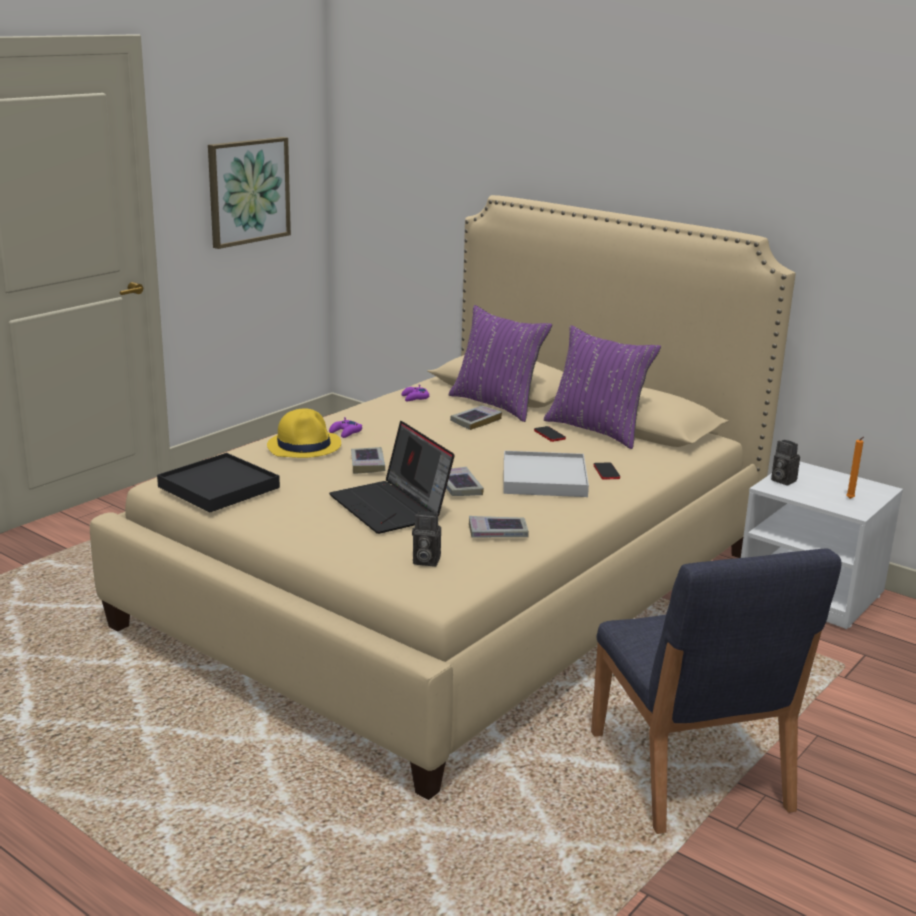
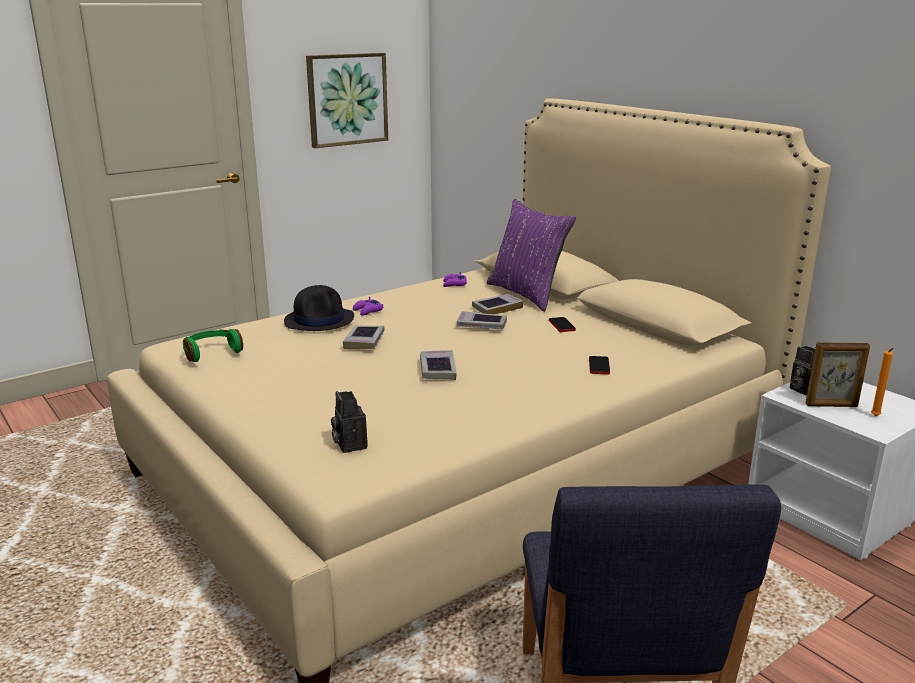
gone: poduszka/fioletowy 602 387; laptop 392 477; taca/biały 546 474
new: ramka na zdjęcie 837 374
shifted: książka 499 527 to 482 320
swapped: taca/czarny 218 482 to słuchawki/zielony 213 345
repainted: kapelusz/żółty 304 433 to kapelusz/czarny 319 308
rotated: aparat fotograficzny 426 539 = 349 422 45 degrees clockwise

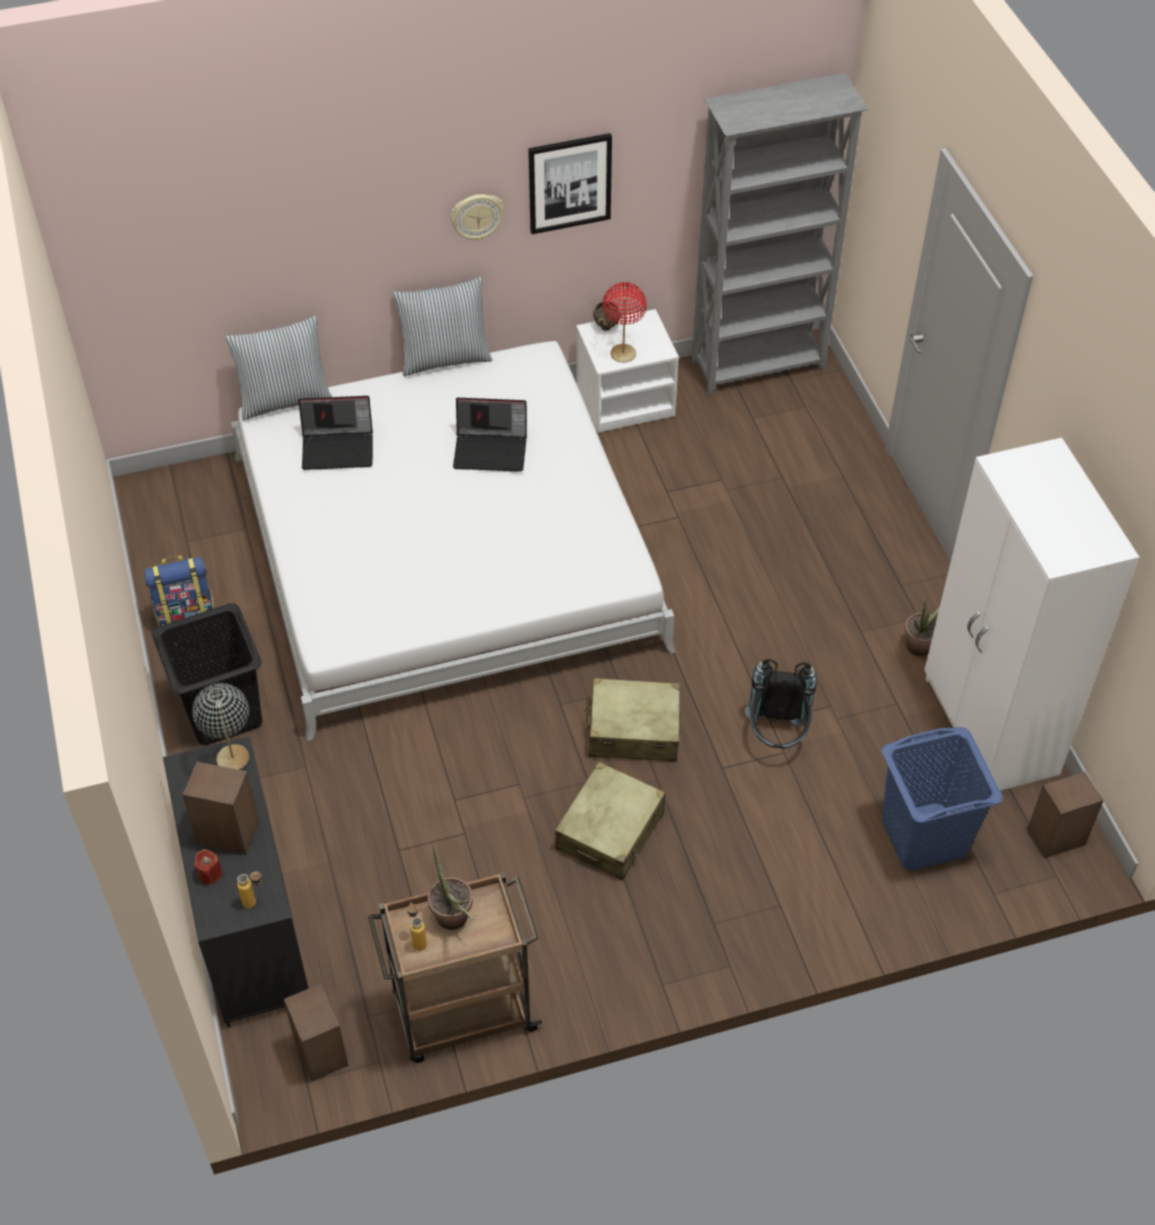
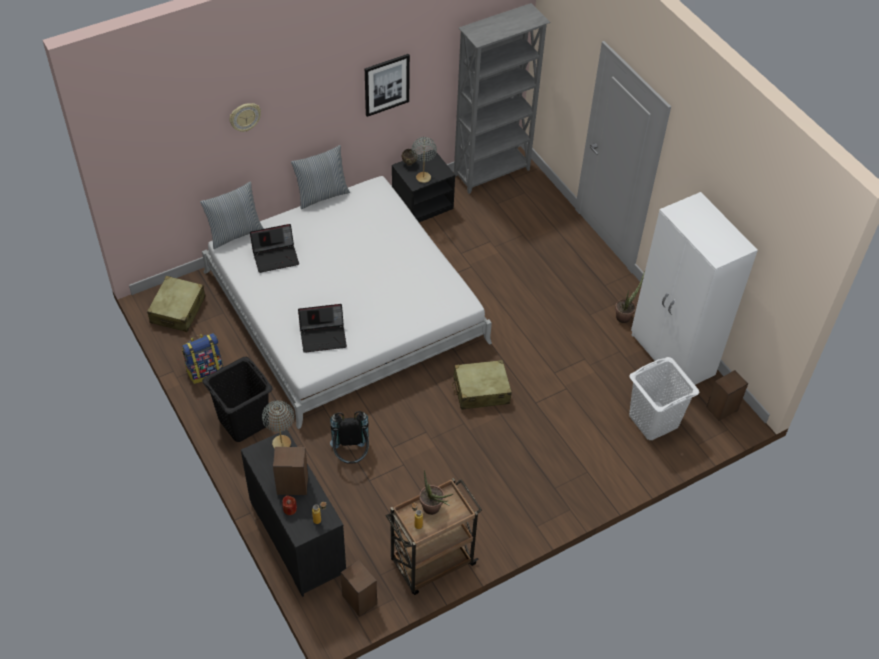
shifted: zegar ścienny 477 217 to 245 117; laptop 490 435 to 322 328; plecak/czarny 781 703 to 349 437; walizka/beżowy 610 821 to 176 304
repainted: lampa stołowa/czerwony 625 322 to lampa stołowa/szary 424 160; szafka nocna/biały 627 371 to szafka nocna/czarny 423 185; kosz na pranie/niebieski 942 799 to kosz na pranie/biały 664 398

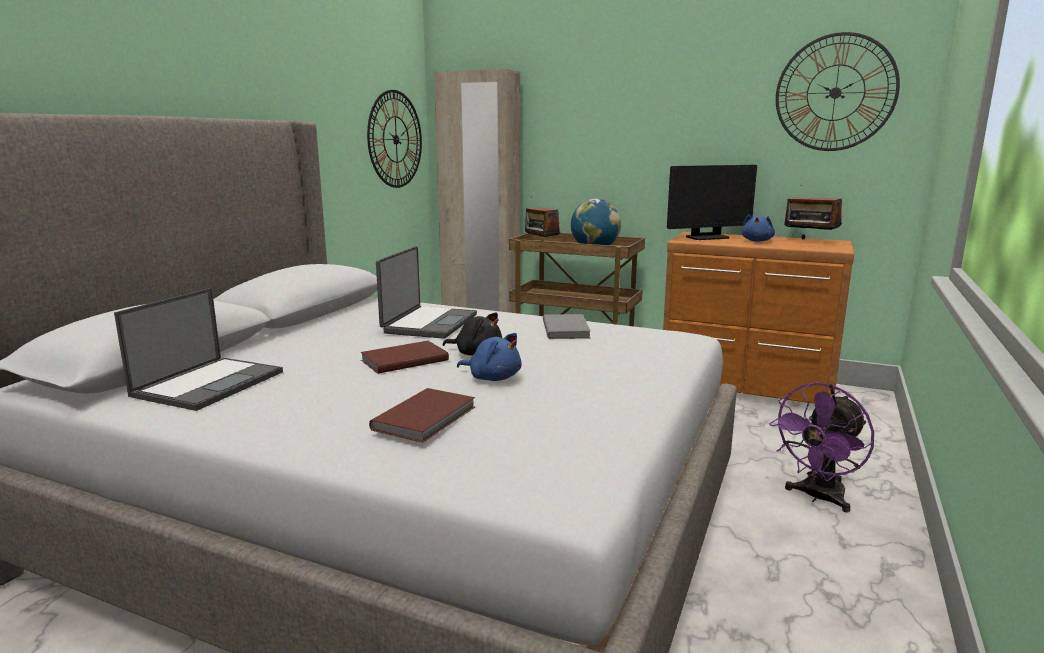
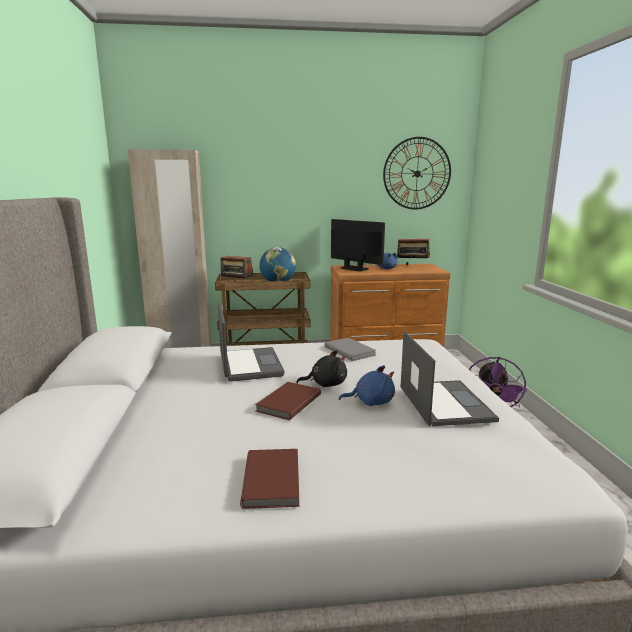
gone: zegar ścienny 394 139
shifted: laptop 198 349 to 450 379; książka/brązowy 422 415 to 269 479
rotated: monitor 712 202 = 358 245 90 degrees counterclockwise

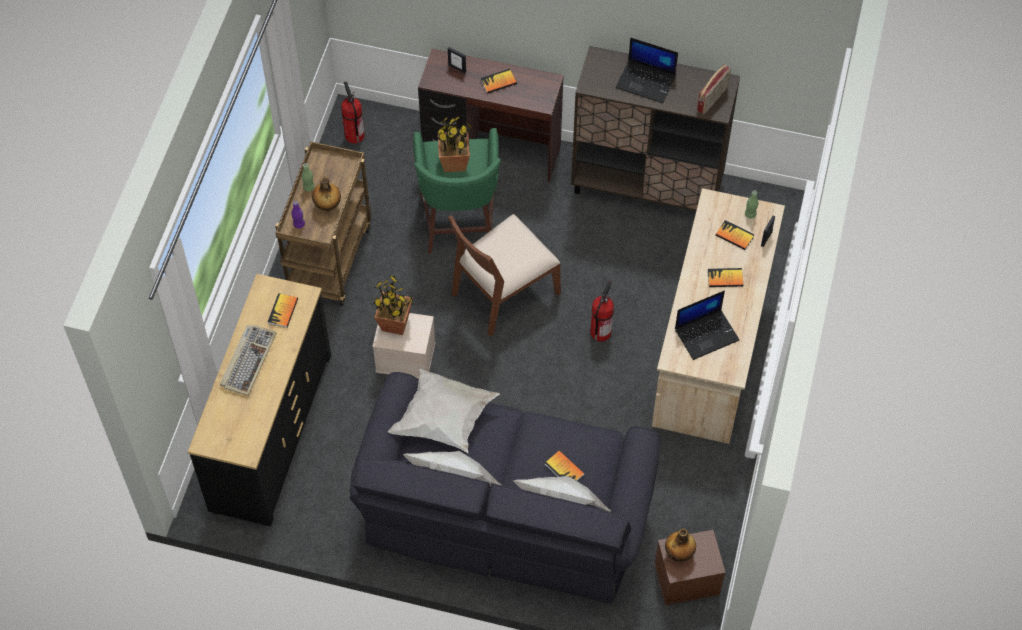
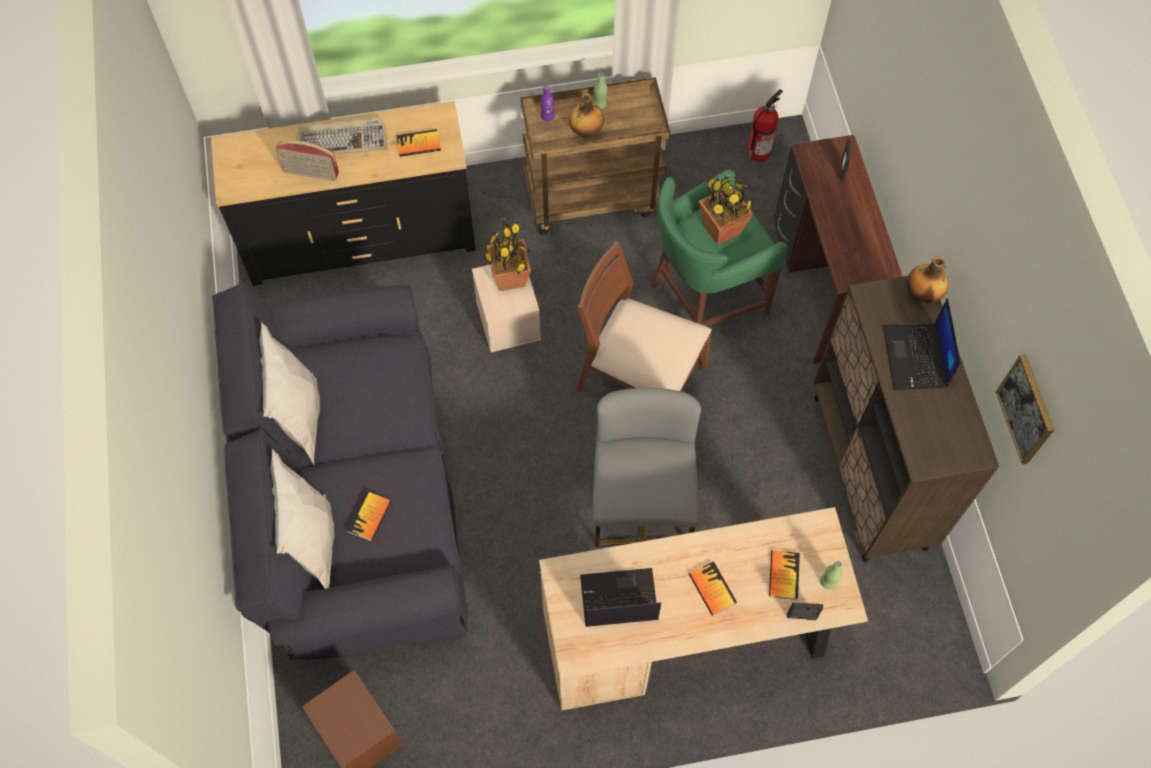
gone: książka 498 81; poduszka/biały 444 411
new: obraz 1025 409
shifted: radio 714 89 to 307 161; butelka 680 545 to 928 280
swapped: gaśnica 602 311 to krzesło/szary 647 467
rotated: laptop 707 325 = 620 597 135 degrees clockwise

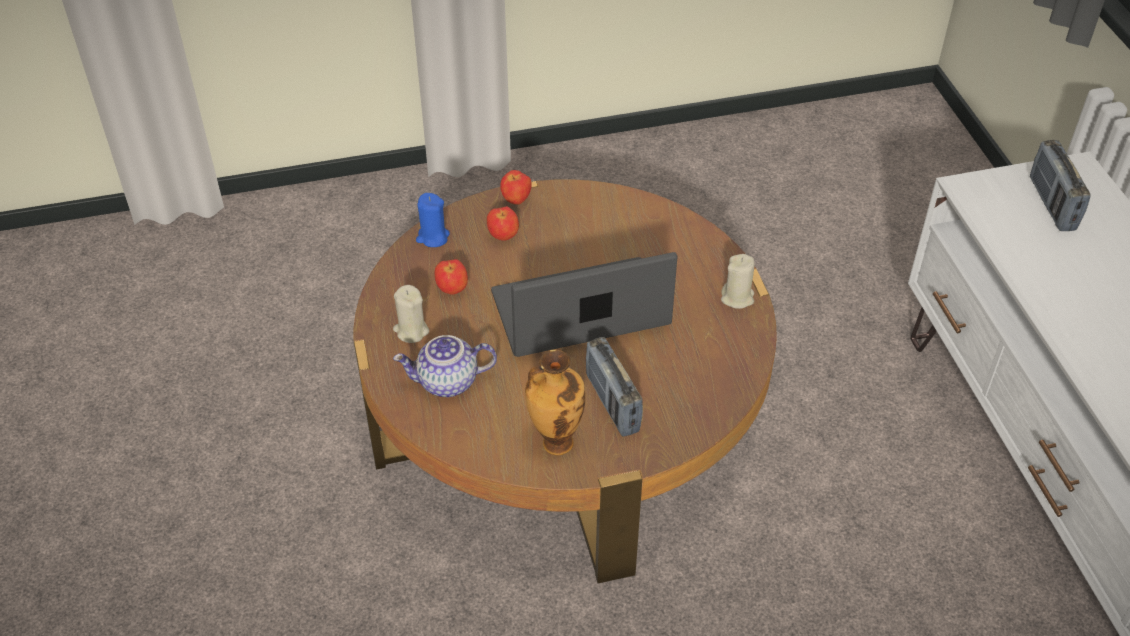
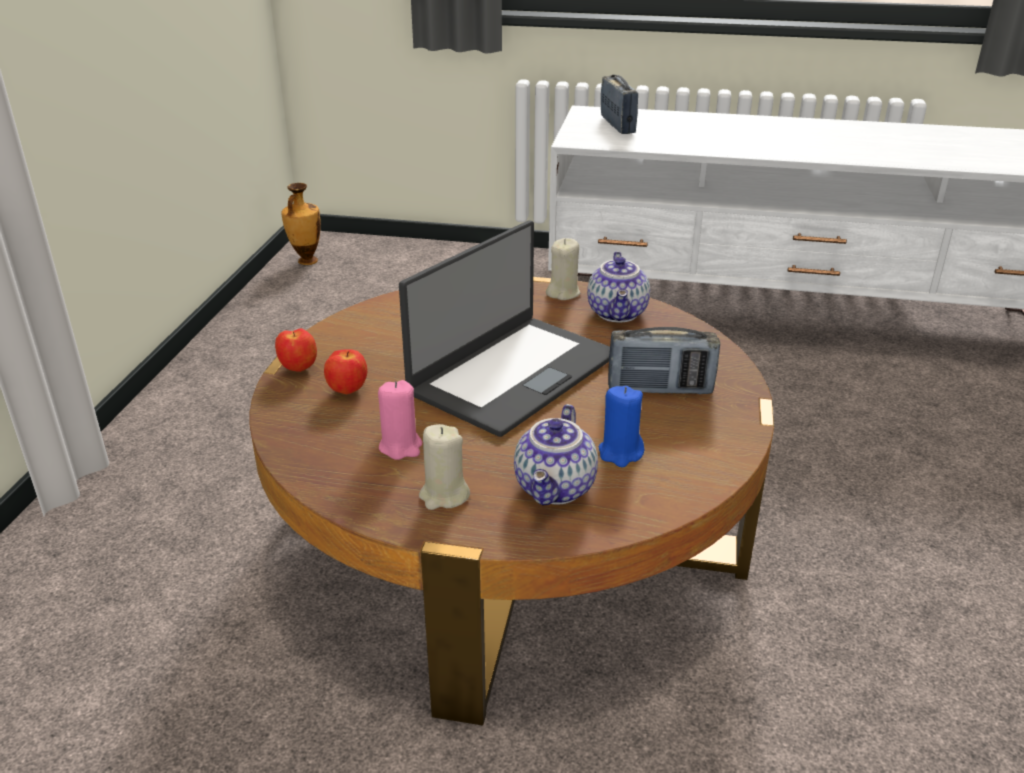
new: imbryk 618 286
shifted: świeca/niebieski 433 220 to 621 426; wazon 555 402 to 301 224
swapped: jabłko 451 277 to świeca/różowy 400 420
rotated: radio 1060 185 = 619 104 120 degrees counterclockwise; laptop 584 304 = 504 329 150 degrees counterclockwise

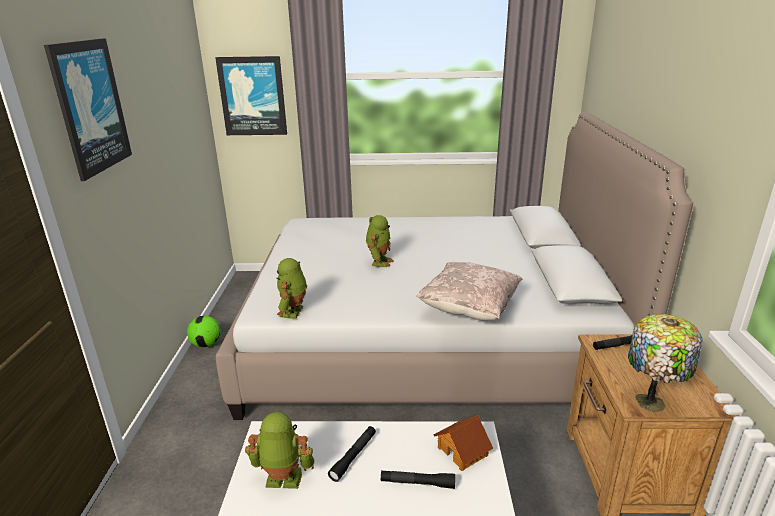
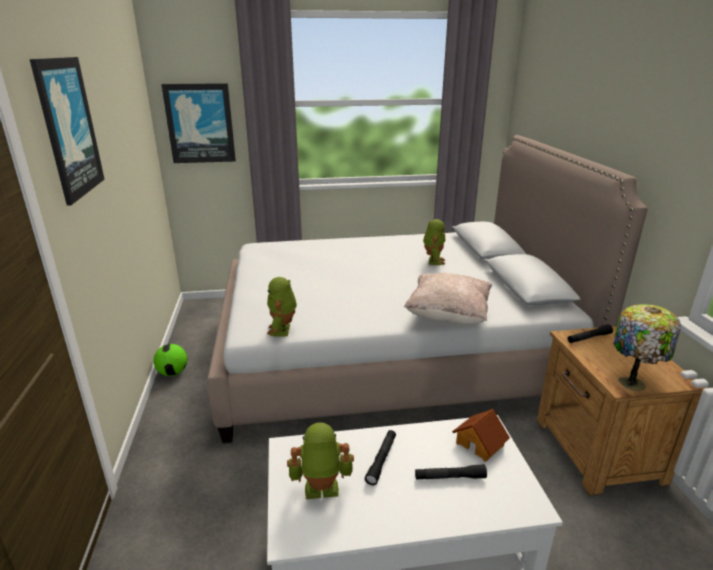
shifted: robot zabawkowy 380 241 to 434 242

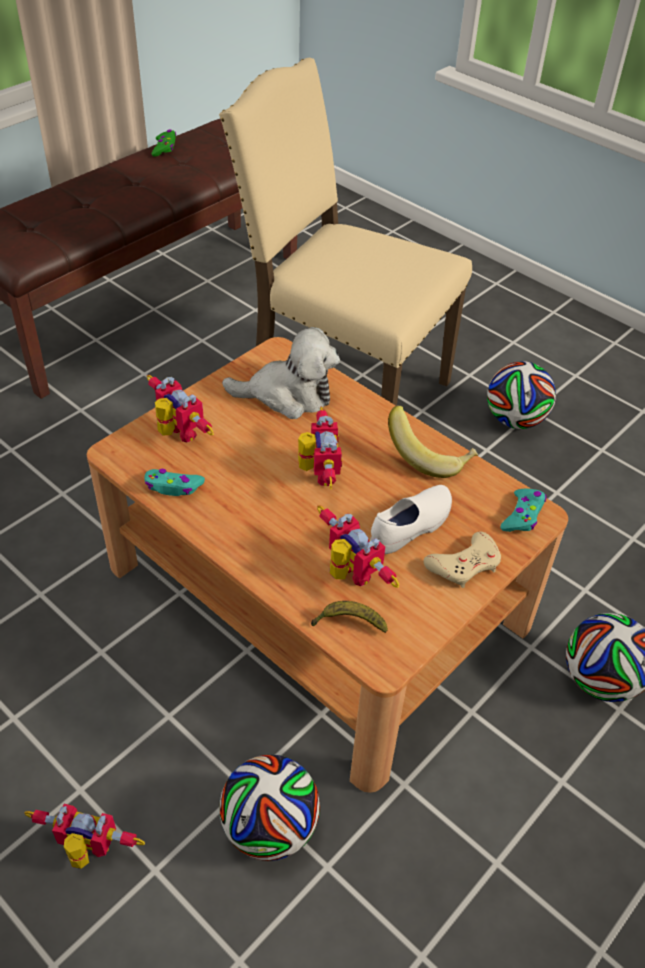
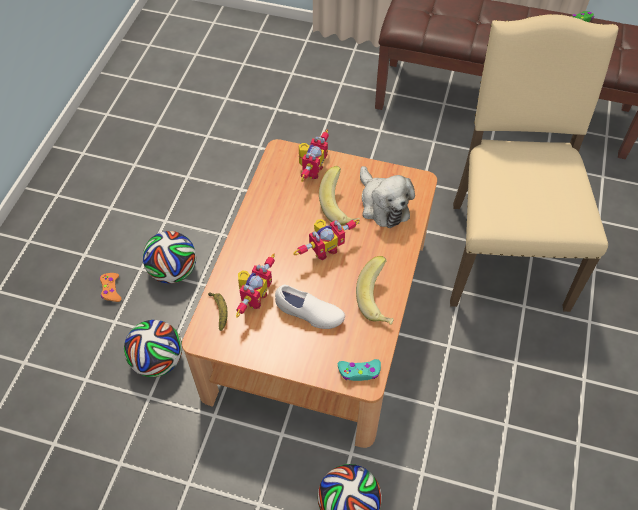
gone: pad do gier/turkusowy 175 482; pad do gier/beżowy 462 559
new: banan 339 195
shifted: piłka futbolowa 521 395 to 169 257
swapped: robot zabawkowy 84 836 to pad do gier/pomarańczowy 110 287

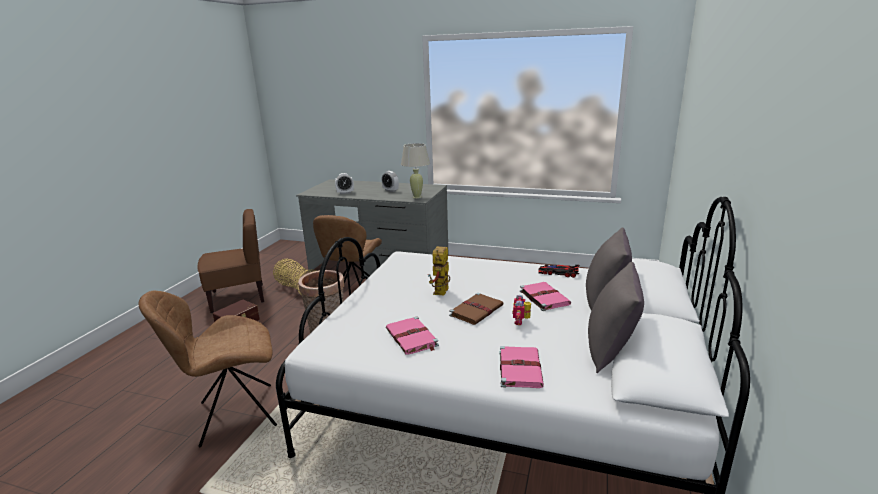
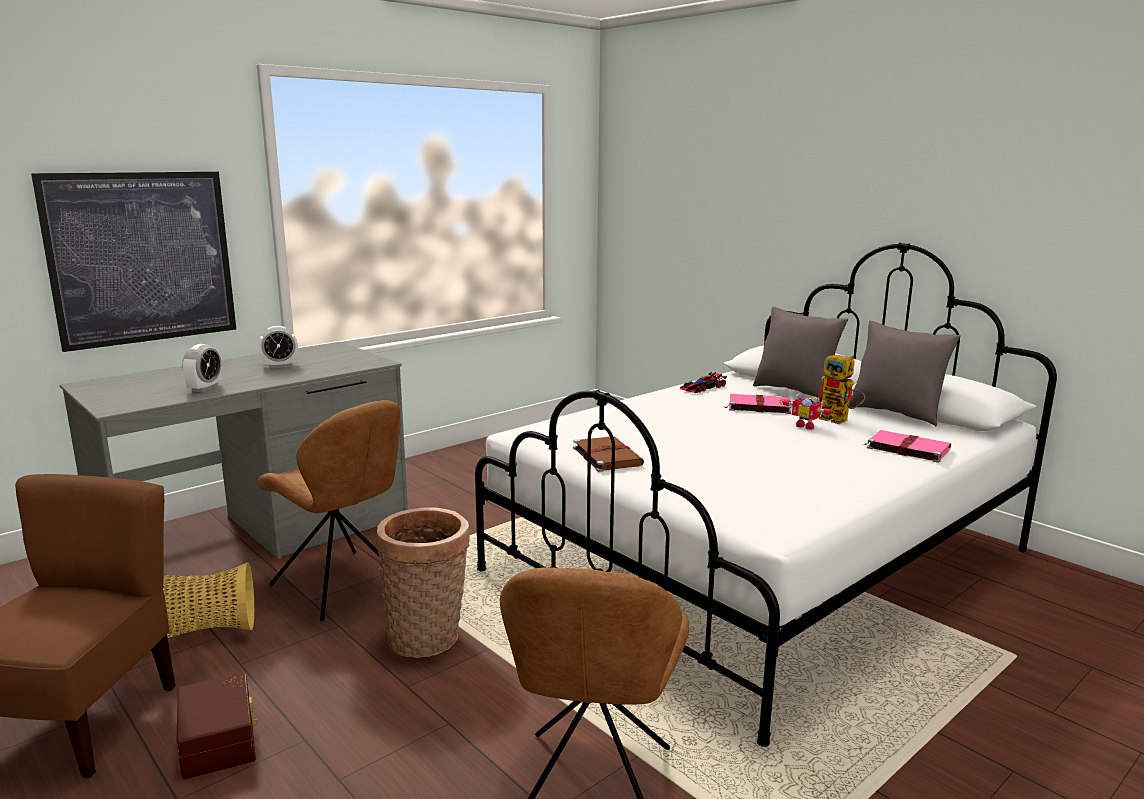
gone: lampa stołowa/beżowy 415 171; książka/różowy 412 335
new: obraz 133 262
shifted: robot zabawkowy 439 270 to 841 389; książka/brązowy 476 309 to 608 454

